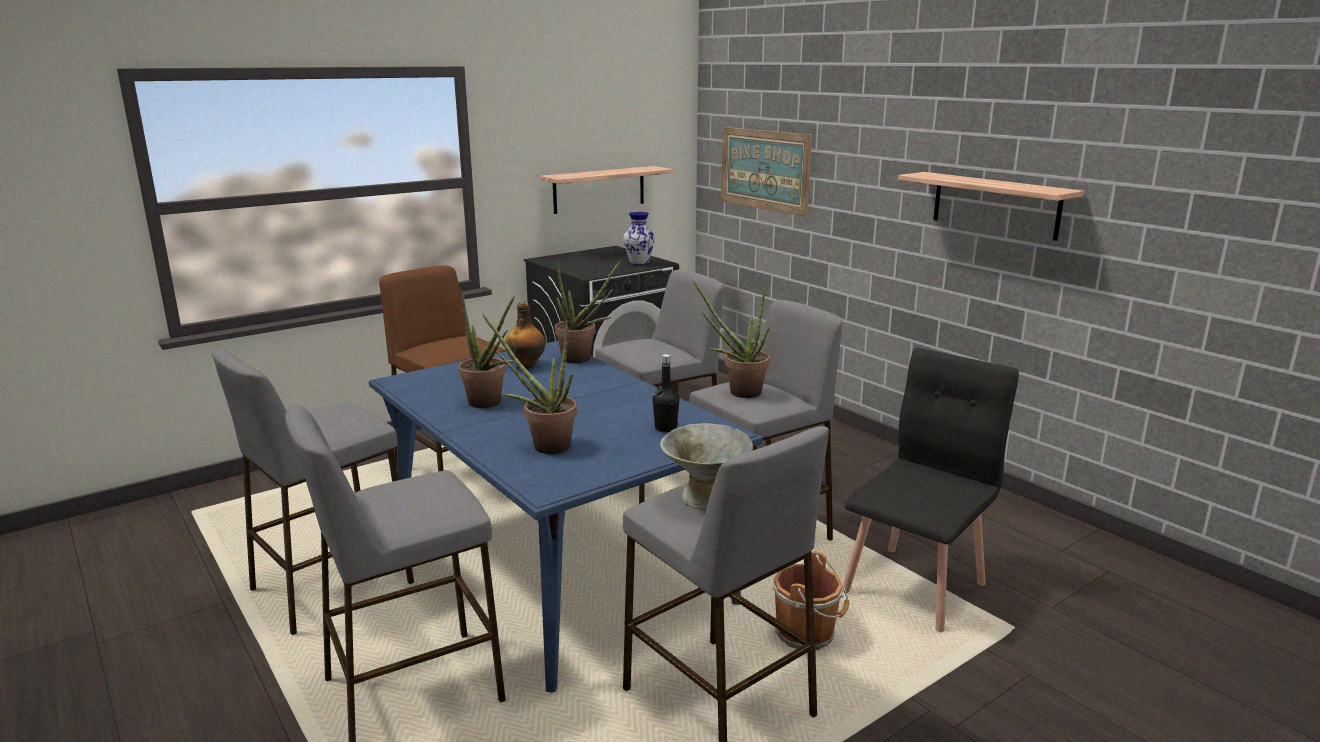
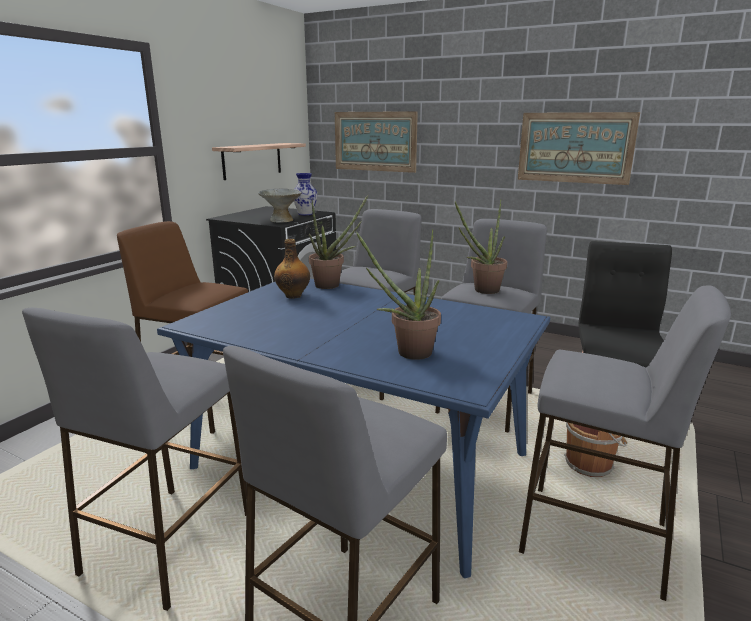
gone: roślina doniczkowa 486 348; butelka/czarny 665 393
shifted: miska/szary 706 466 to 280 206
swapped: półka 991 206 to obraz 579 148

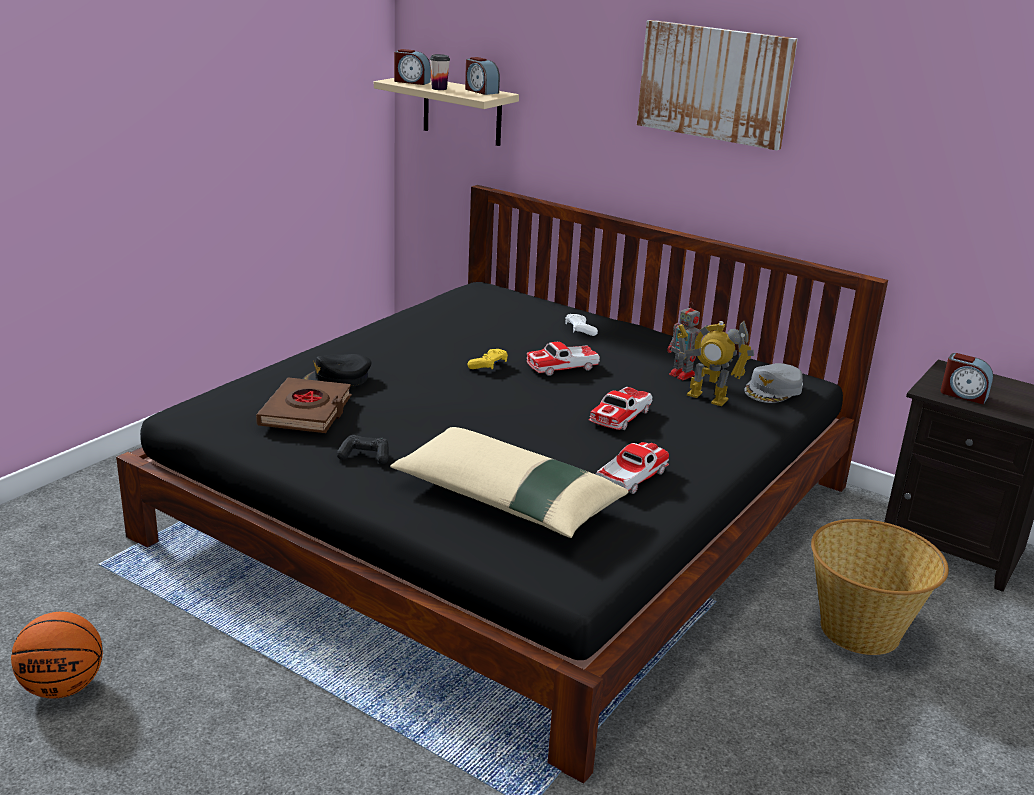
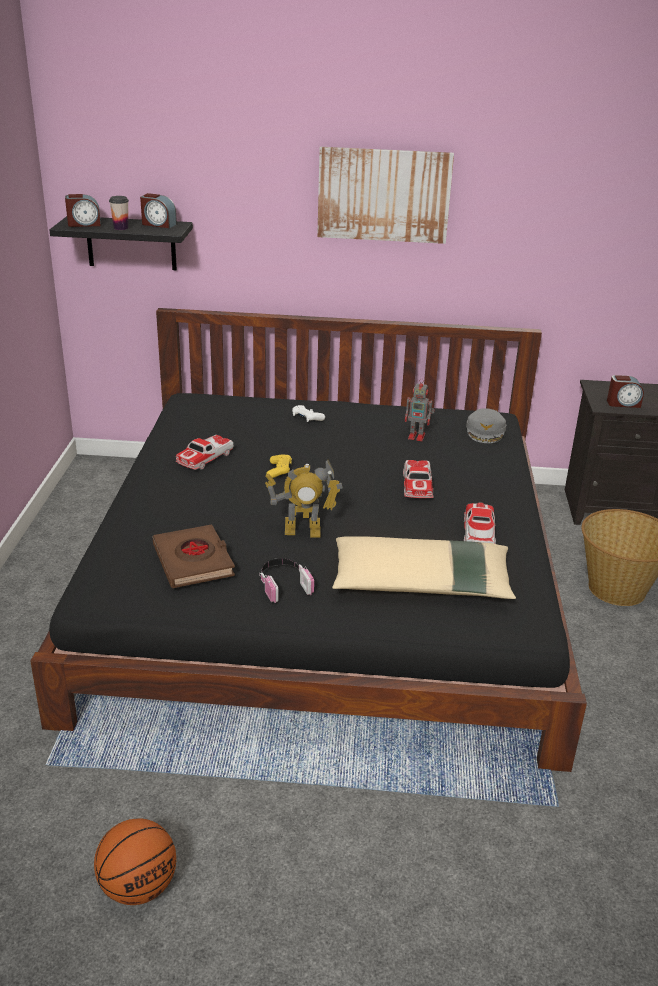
gone: czapka z daszkiem/czarny 337 370
shifted: robot zabawkowy 715 363 to 304 499; samochodzik 563 359 to 205 452
swapped: pad do gier/czarny 363 449 to słuchawki 286 580
repainted: półka/beżowy 446 112 to półka/czarny 121 243

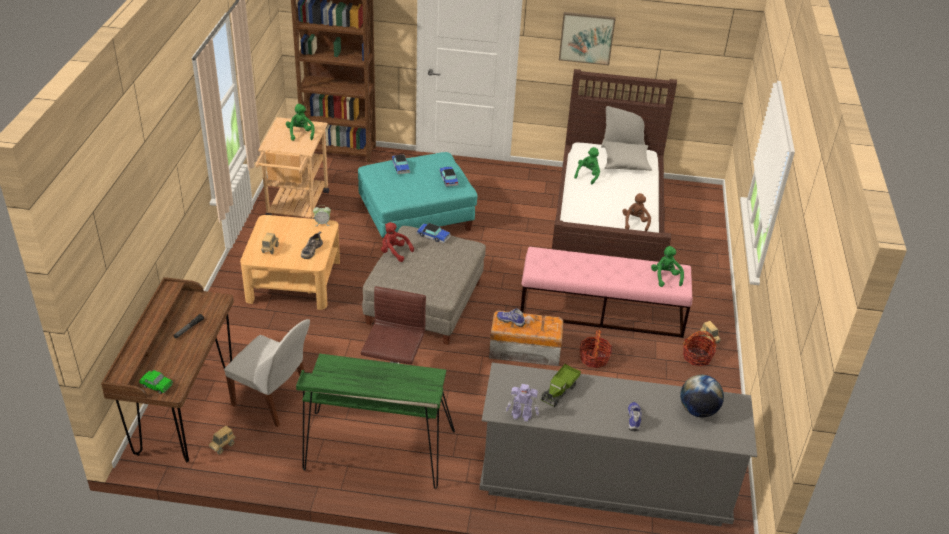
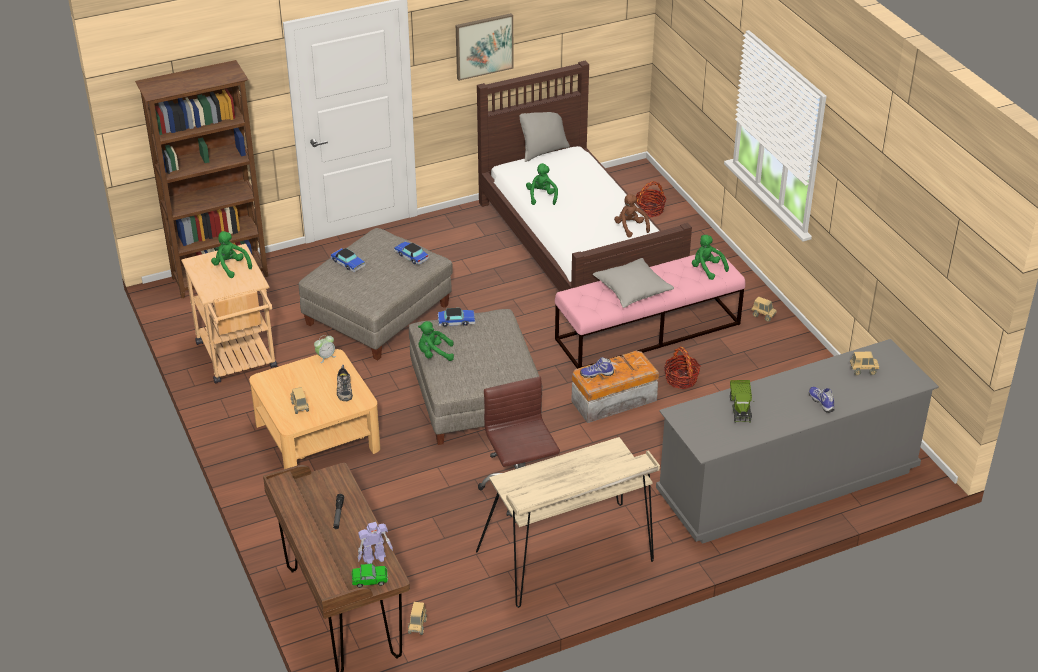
gone: krzesło/biały 267 373
shifted: poduszka/szary 627 156 to 633 283; koszyk 700 349 to 651 199; robot zabawkowy 522 403 to 375 543
swapped: globus 702 396 to ciężarówka zabawkowa 864 363
repainted: pufa/turkusowy 418 195 to pufa/szary 375 294; pluszak/czerwony 397 242 to pluszak/zielony 436 341; biurko/zielony 375 421 to biurko/beżowy 568 522

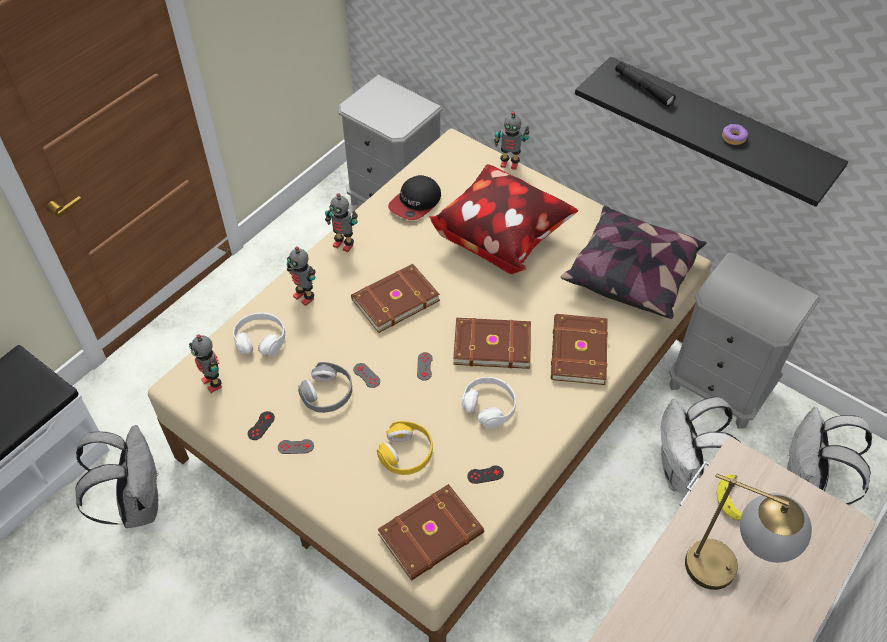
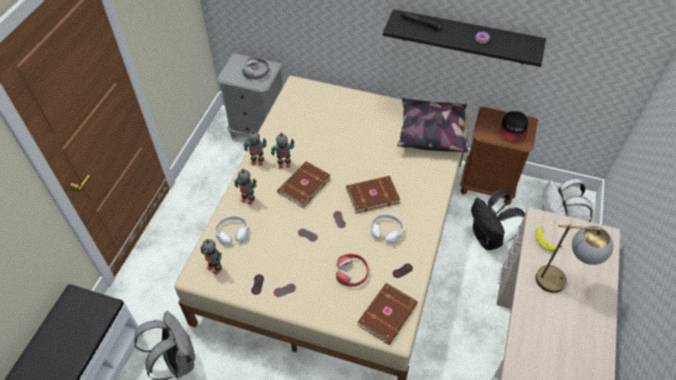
gone: poduszka 503 219; książka/brązowy 579 349
shifted: robot zabawkowy 512 141 to 282 150; czapka z daszkiem 414 197 to 514 126; słuchawki/szary 325 387 to 255 68
repainted: szafka nocna/szary 744 340 to szafka nocna/brązowy 499 155; plecak/biały 700 445 to plecak/czarny 498 219; słuchawki/żółty 405 448 to słuchawki/czerwony 352 270

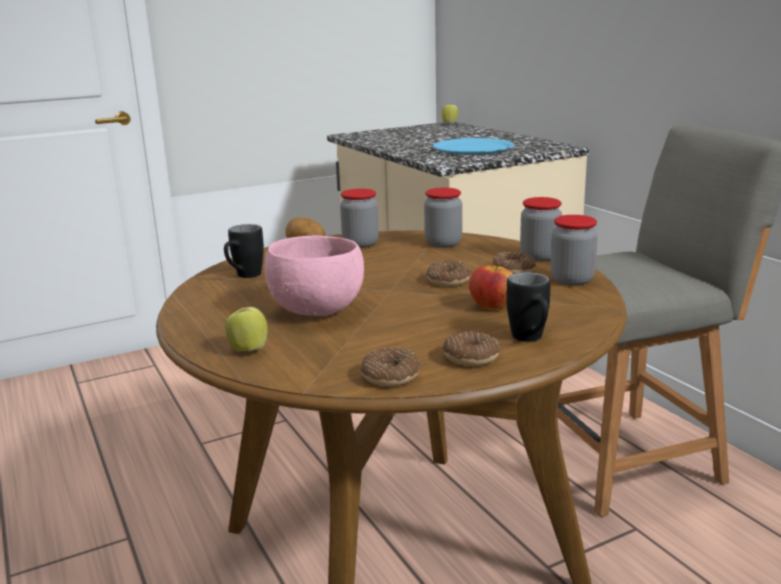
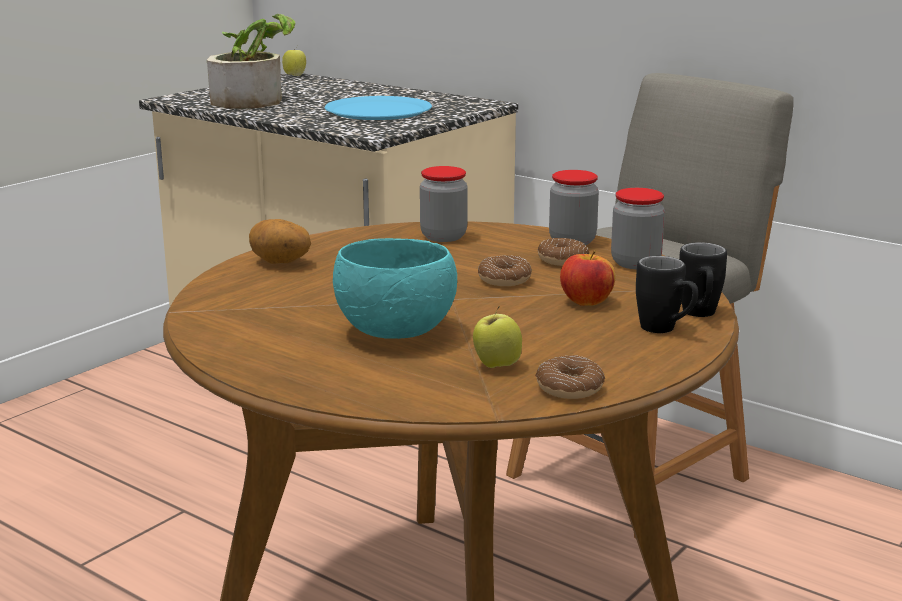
gone: słoik 359 218; donut 471 348
new: roślina doniczkowa 251 61
shifted: kubek/czarny 244 251 to 703 279; jabłko 246 326 to 497 337
repainted: miska/różowy 314 275 to miska/turkusowy 395 288

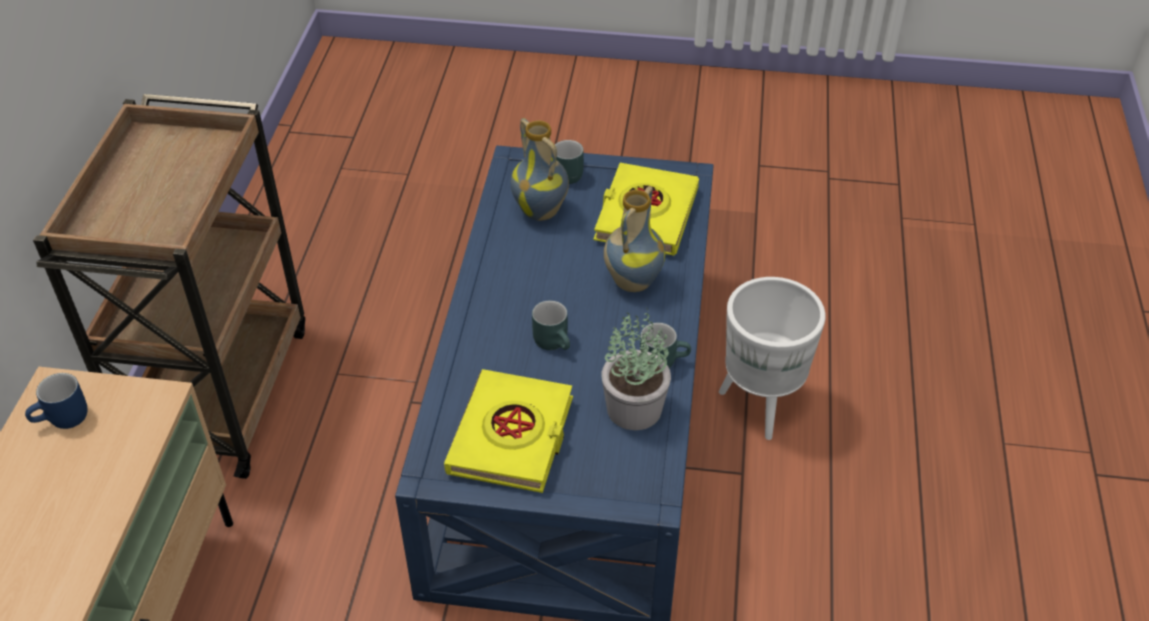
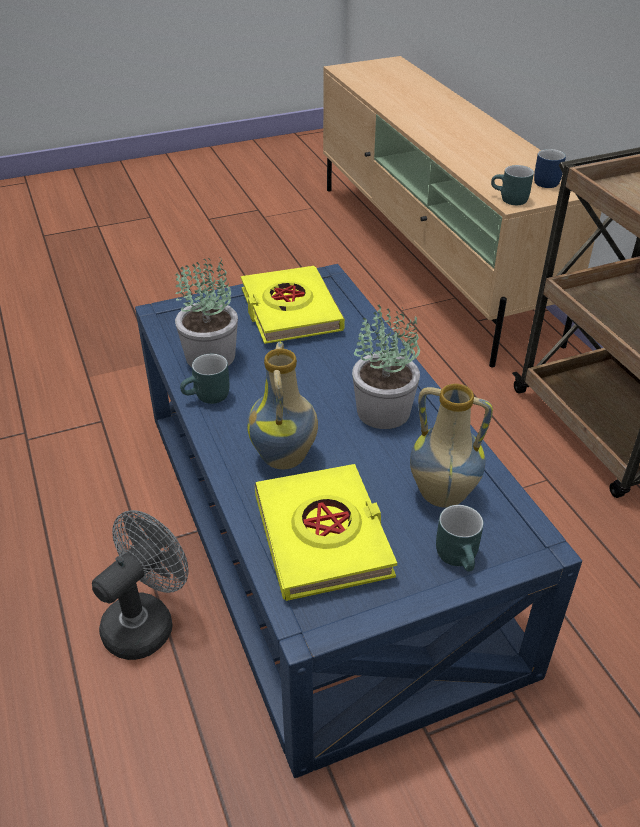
new: roślina doniczkowa 386 367
shifted: kubek/turkusowy 551 325 to 512 185
swapped: donica/biały 772 358 to wentylator/szary 140 585

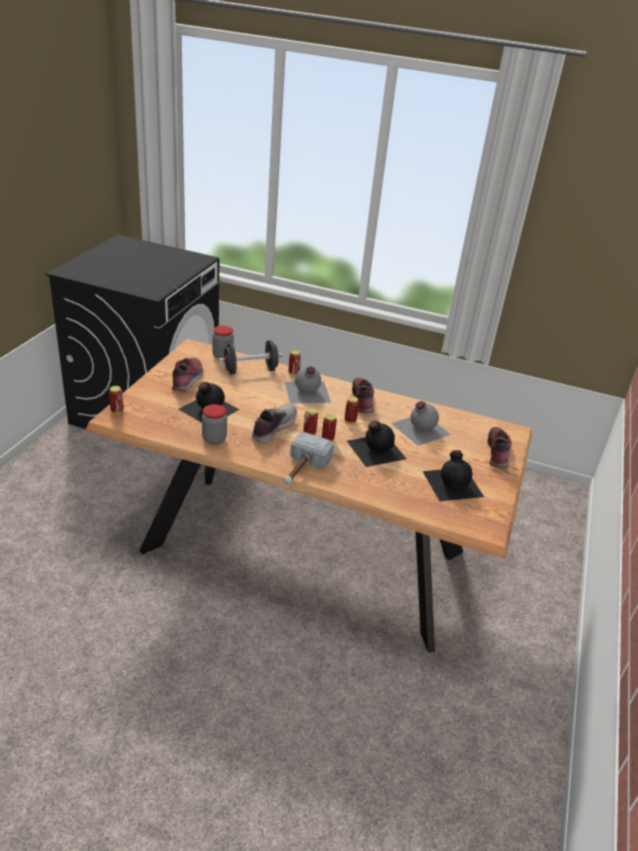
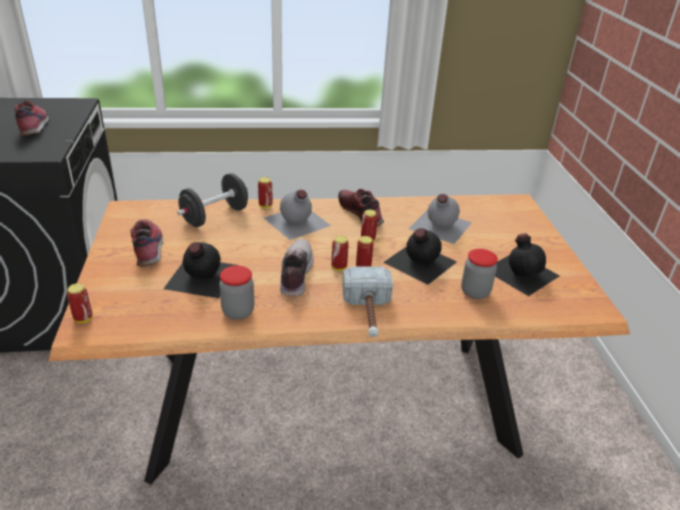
shifted: słoik 223 342 to 479 274; but 499 447 to 32 118

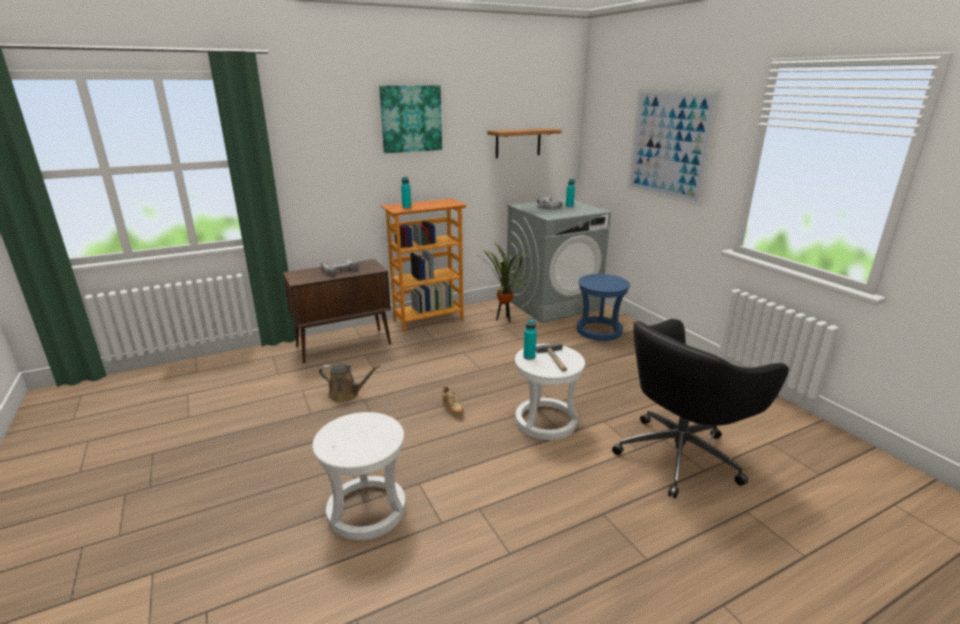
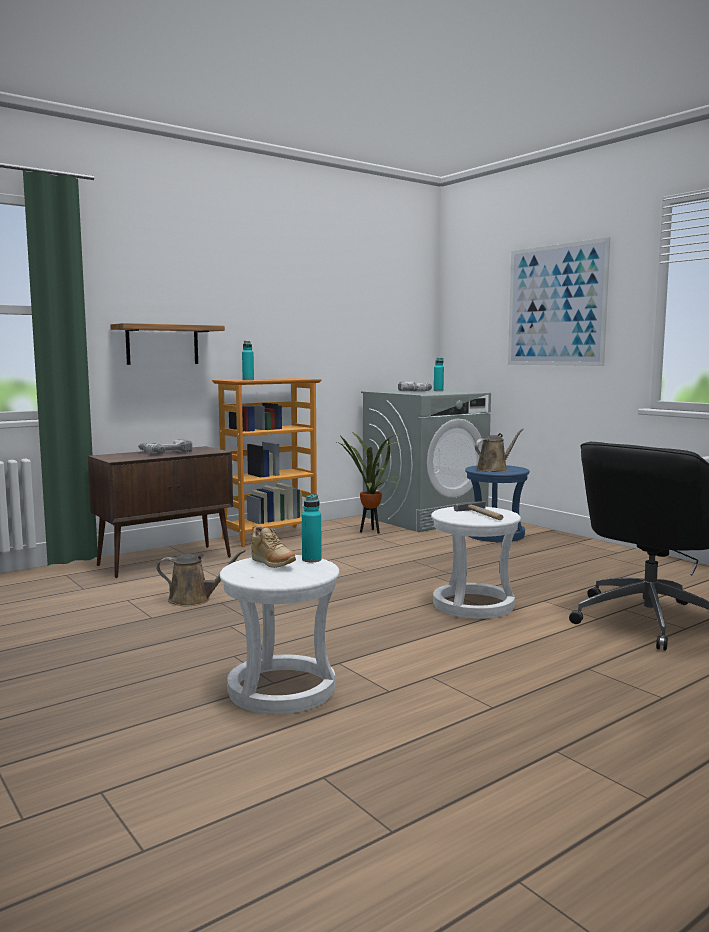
gone: obraz 410 119
new: konewka/brązowy 499 450
shifted: półka 524 143 to 168 344; butelka/turkusowy 530 339 to 312 528; but/beżowy 453 401 to 273 547

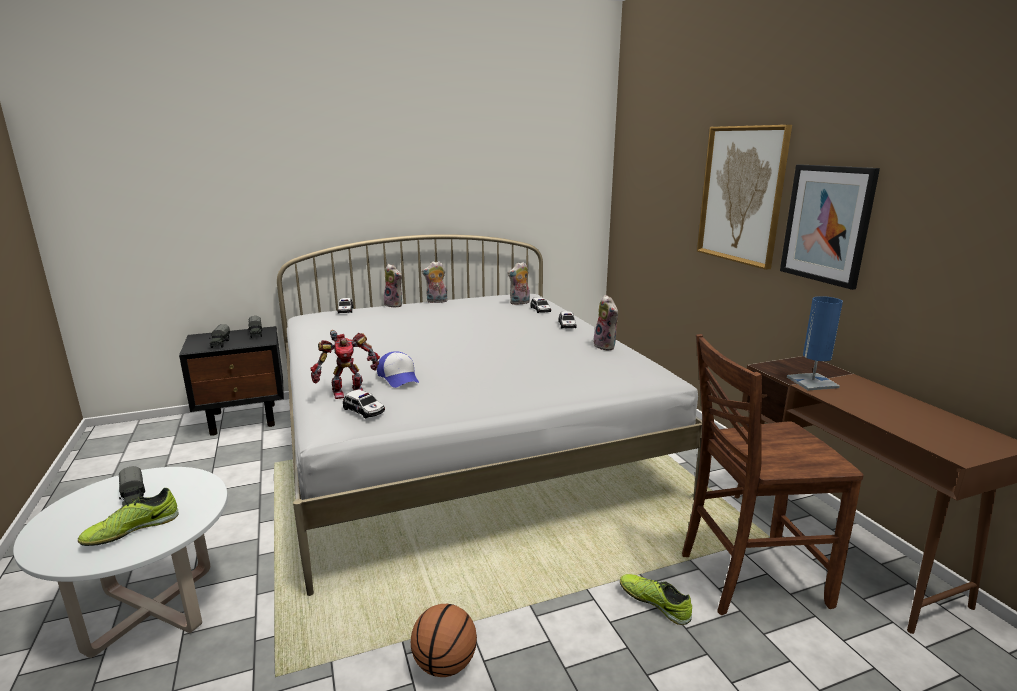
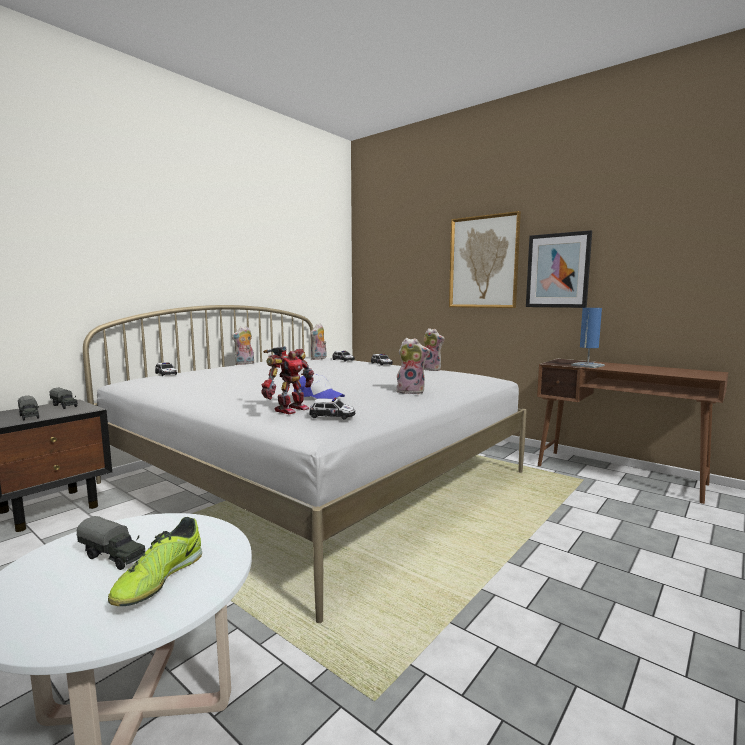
gone: krzesło/brązowy 773 474; but 656 599; piłka do koszykówki 444 640
shifted: pluszak 393 286 to 413 366

